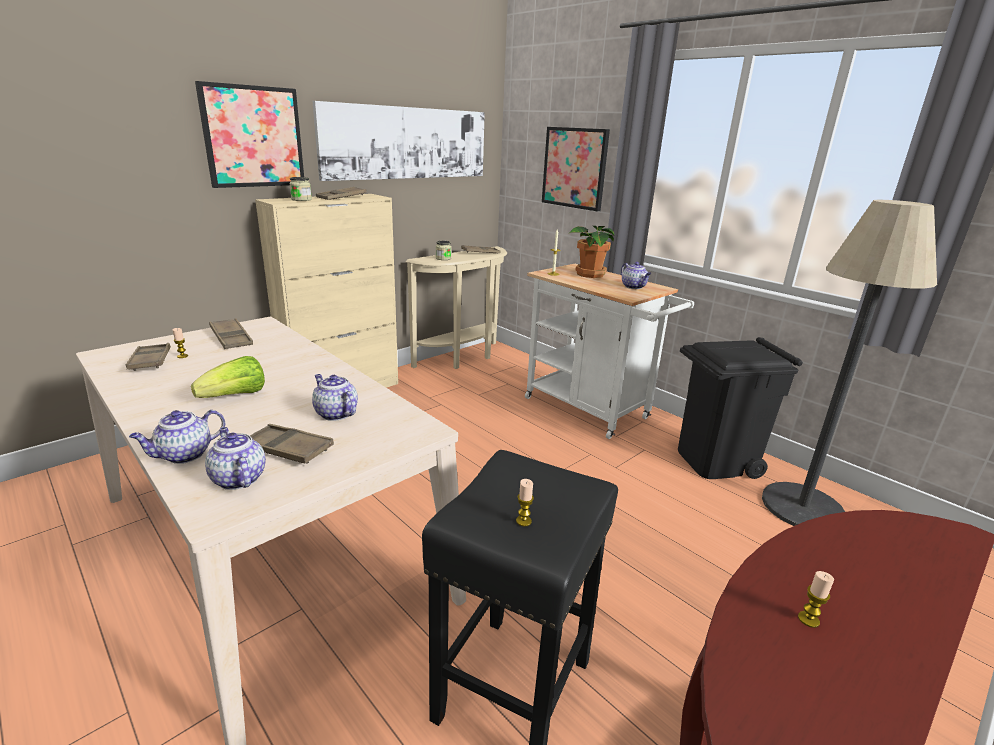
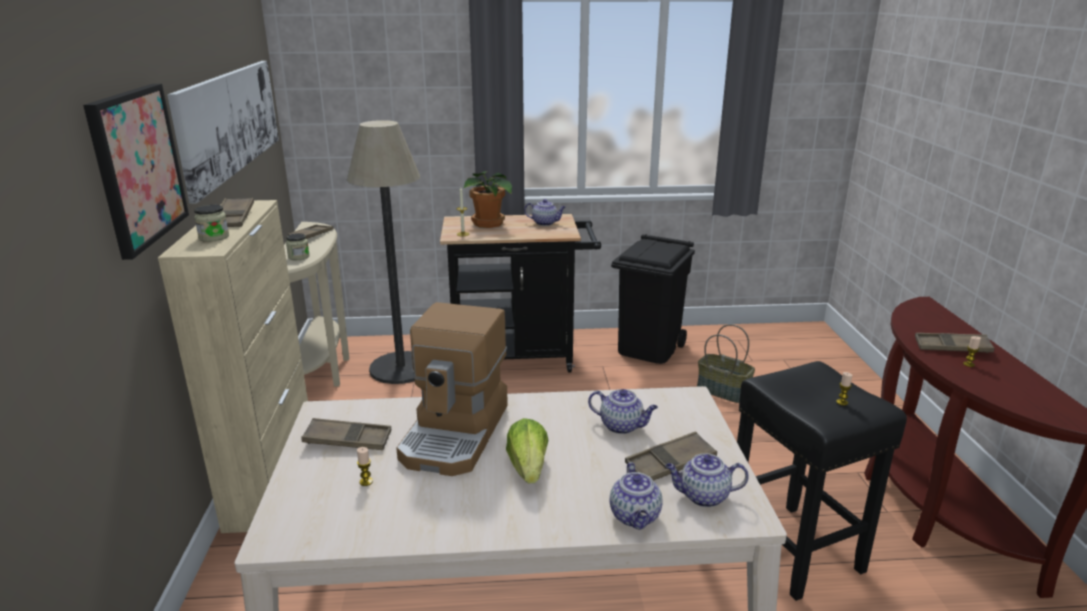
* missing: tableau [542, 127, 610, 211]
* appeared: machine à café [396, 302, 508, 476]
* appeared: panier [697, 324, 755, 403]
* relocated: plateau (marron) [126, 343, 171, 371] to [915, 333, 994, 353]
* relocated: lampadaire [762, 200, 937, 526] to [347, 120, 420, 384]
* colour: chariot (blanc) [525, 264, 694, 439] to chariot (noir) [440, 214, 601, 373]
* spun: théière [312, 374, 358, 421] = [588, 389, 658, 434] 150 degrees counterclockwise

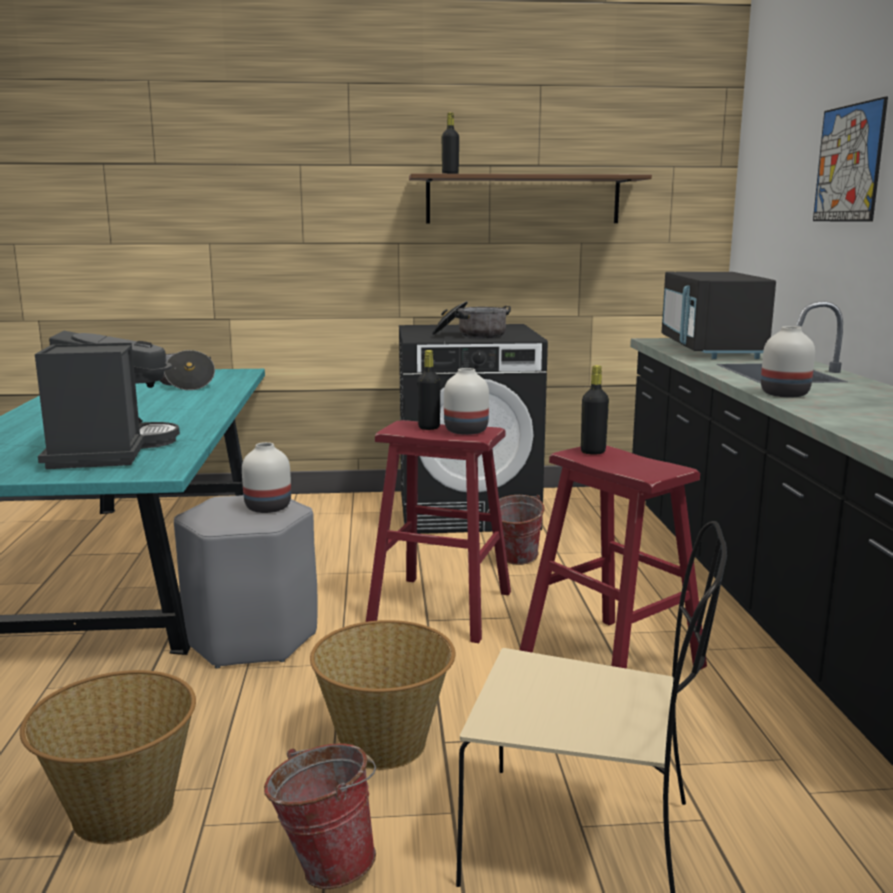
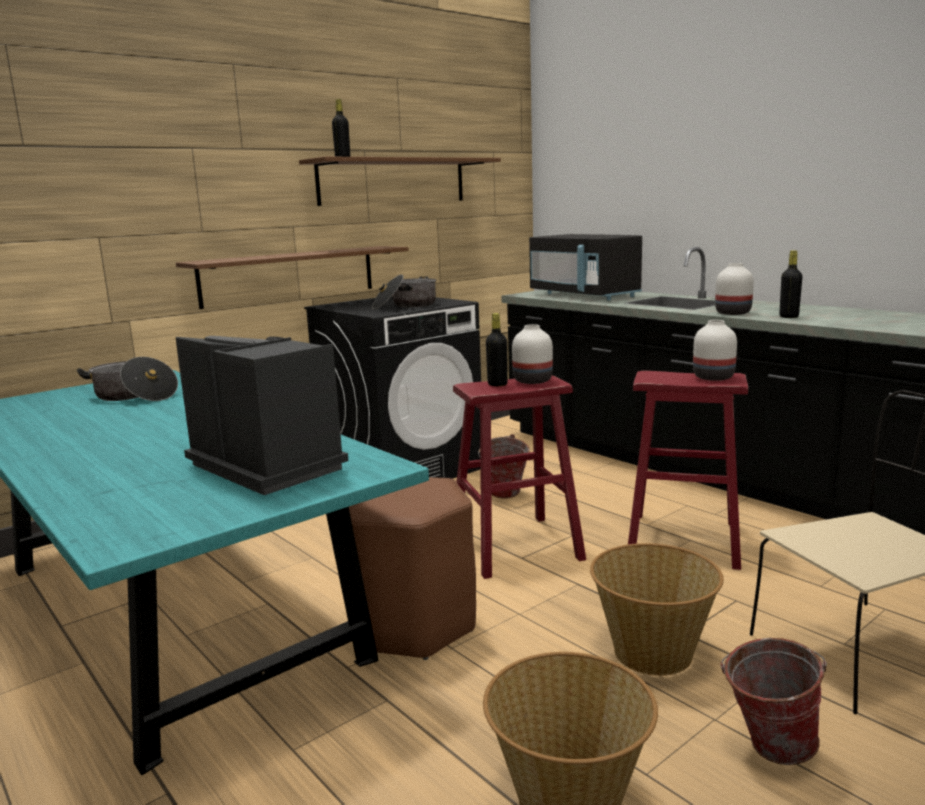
* missing: tableau [813, 97, 888, 222]
* appeared: étagère (marron) [176, 246, 409, 309]
* relocated: vase (blanc) [242, 442, 291, 513] to [693, 320, 737, 381]
* relocated: bouteille (noir) [581, 365, 609, 455] to [779, 250, 802, 318]
* colour: tabouret (gris) [174, 495, 317, 668] to tabouret (marron) [349, 477, 476, 660]

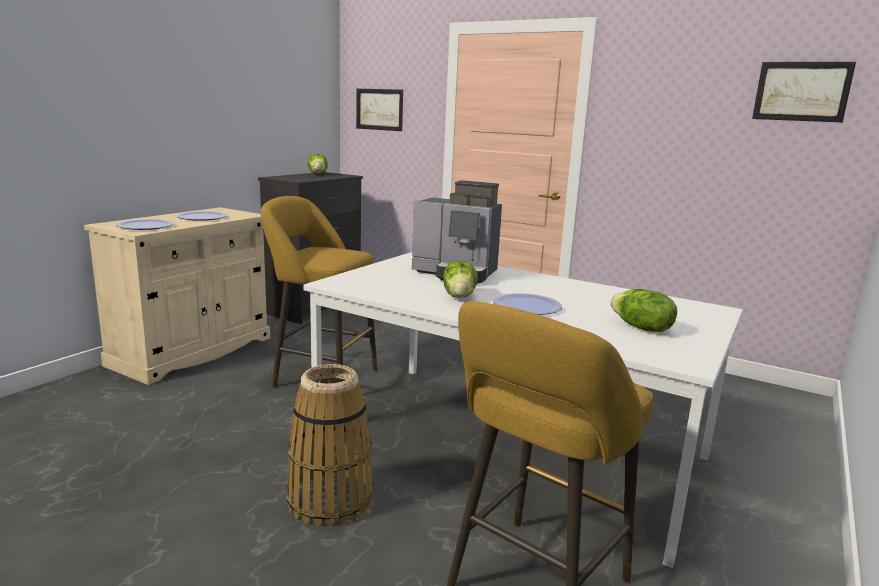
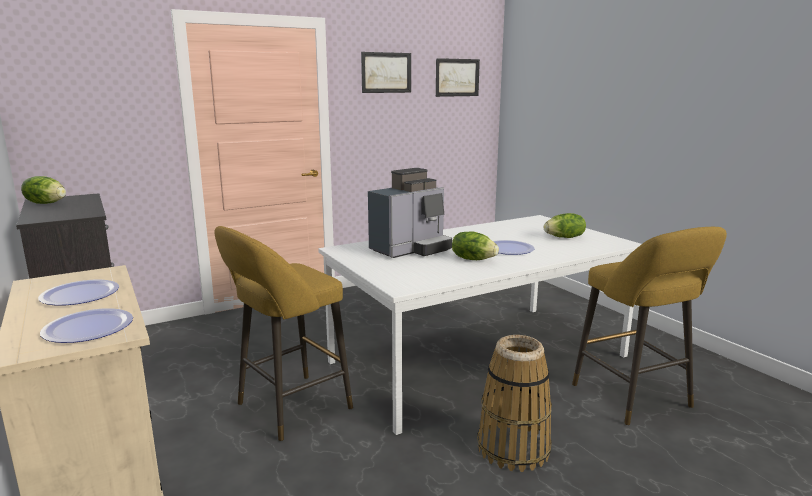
* relocated: tableau [356, 89, 403, 131] to [361, 52, 411, 93]

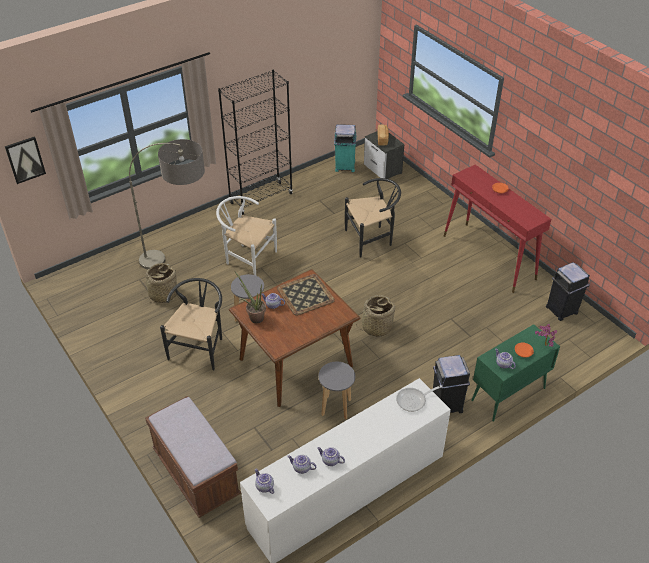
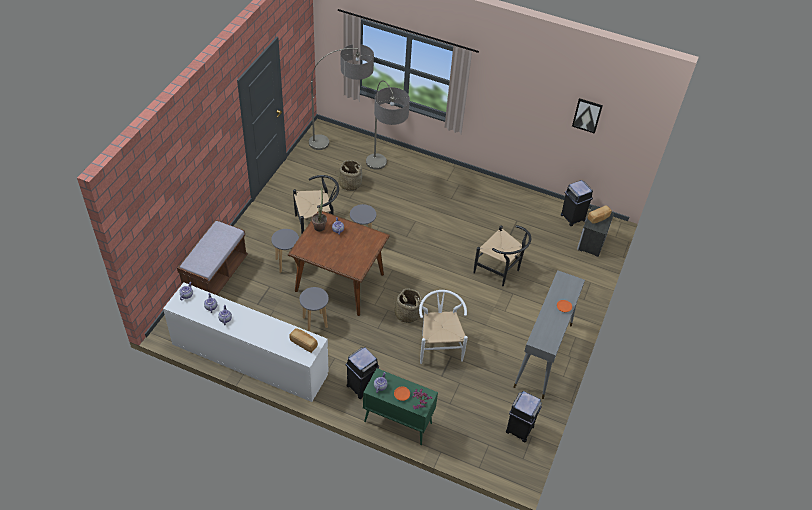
* missing: bibliothèque (noir) [218, 70, 293, 215]
* missing: plateau [277, 274, 335, 316]
* appeared: tabouret (gris) [271, 229, 299, 273]
* appeared: lampadaire [309, 44, 374, 150]
* relocated: tableau [5, 136, 46, 184] to [572, 98, 603, 134]
* relocated: chaise (blanc) [216, 196, 277, 275] to [419, 290, 468, 364]
* exchanged: poêle [396, 385, 442, 412] to pain [289, 328, 318, 353]
* colour: poubelle (turquoise) [334, 124, 357, 172] to poubelle (noir) [561, 180, 593, 226]
* colour: table console (rouge) [444, 165, 551, 293] to table console (gris) [513, 270, 585, 399]

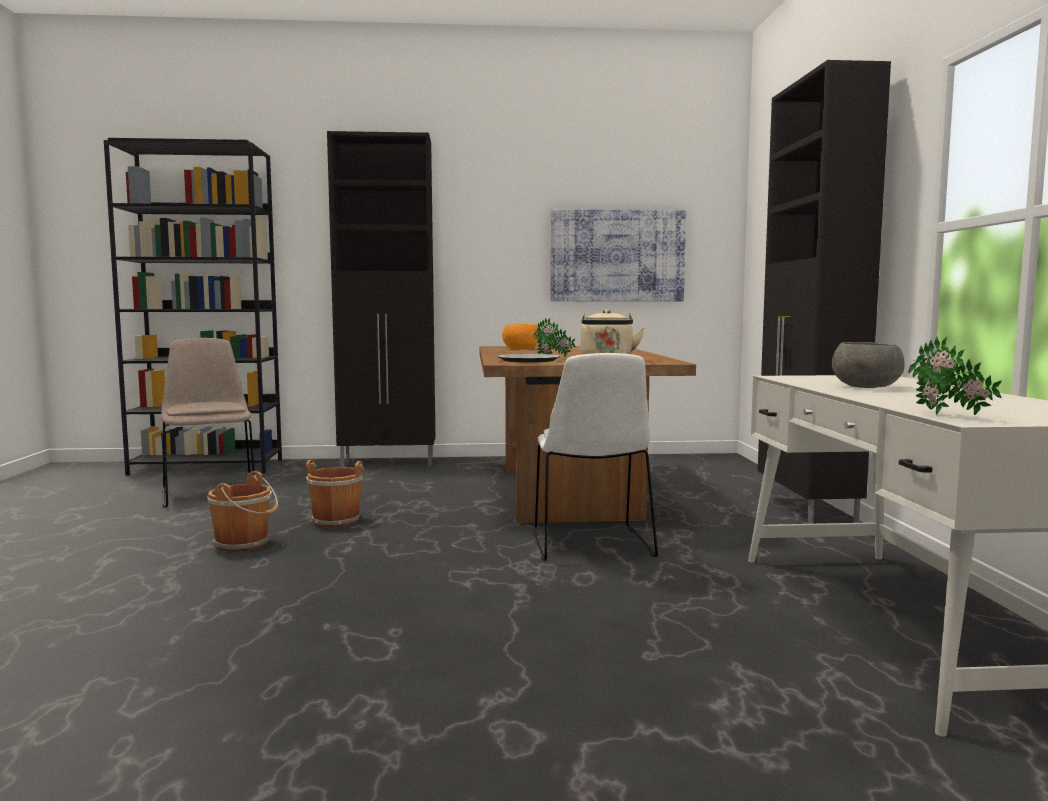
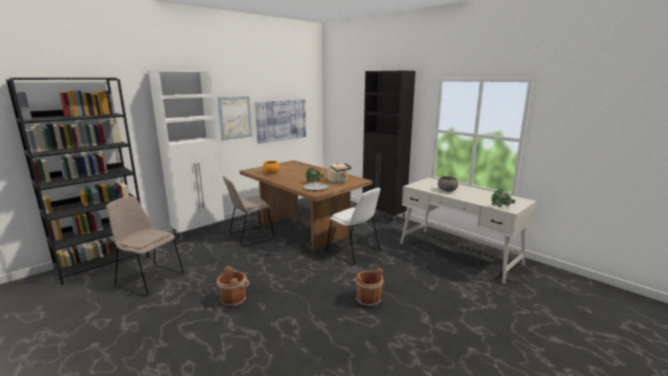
* appeared: tableau [217, 96, 252, 140]
* appeared: chaise (beige) [223, 176, 275, 247]
* relocated: seau (marron) [306, 460, 367, 528] to [353, 268, 384, 307]
* colour: meuble de rangement (noir) [327, 131, 435, 467] to meuble de rangement (blanc) [148, 70, 225, 242]

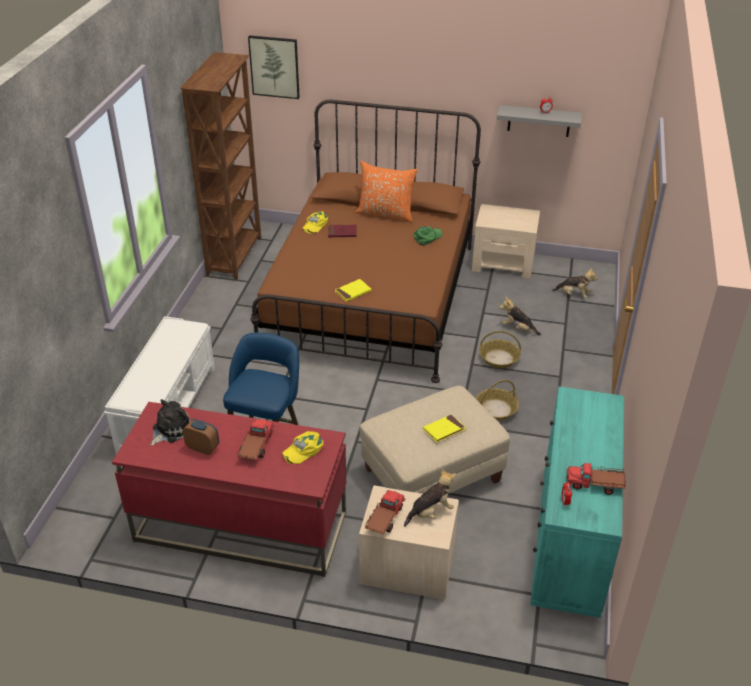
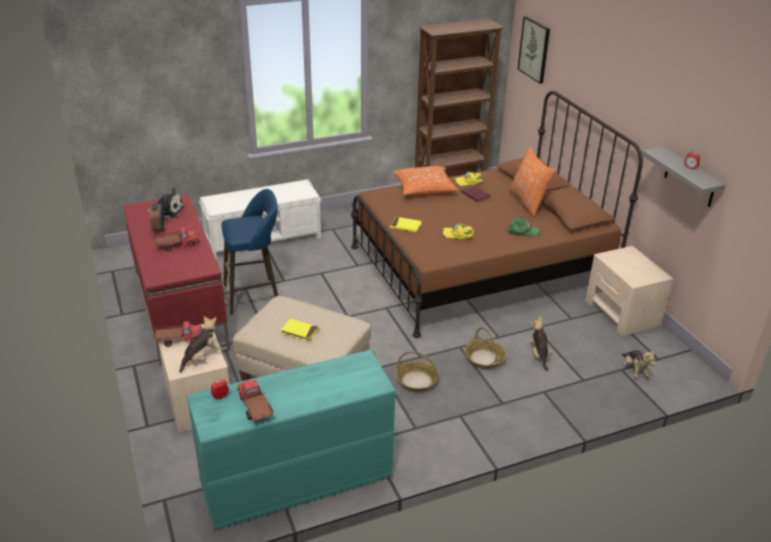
* appeared: coussin (orange) [393, 166, 458, 195]
* relocated: casquette (jaune) [282, 431, 323, 464] to [442, 224, 475, 240]
* spun: peluche [404, 469, 455, 527] = [179, 316, 221, 373] 75 degrees counterclockwise

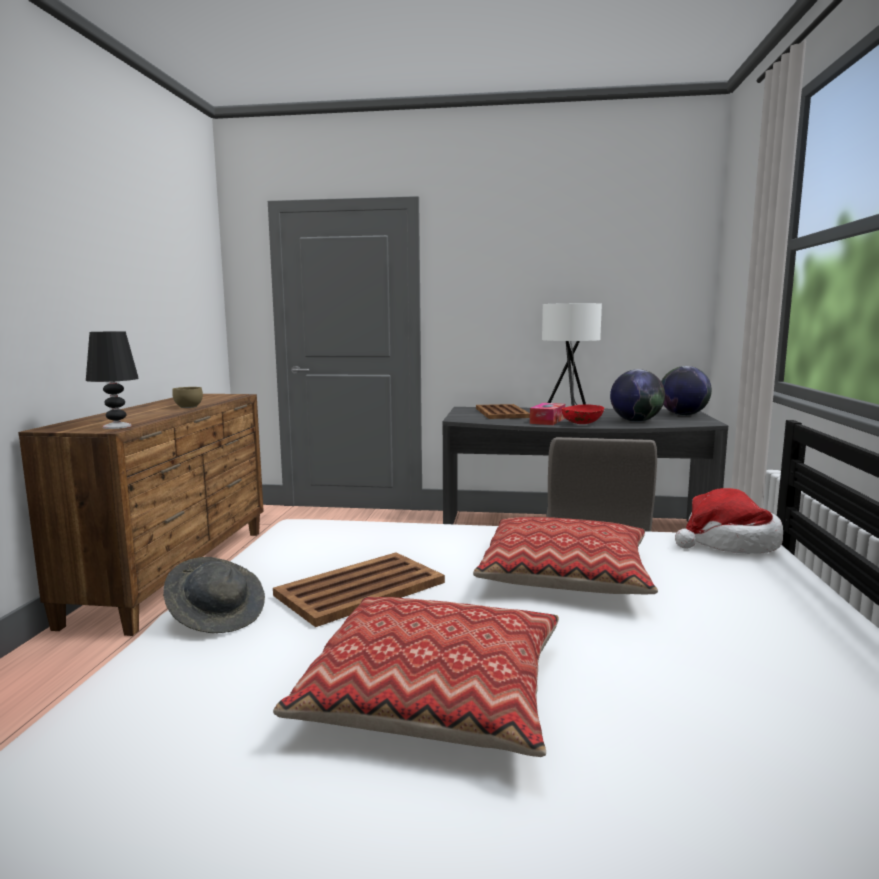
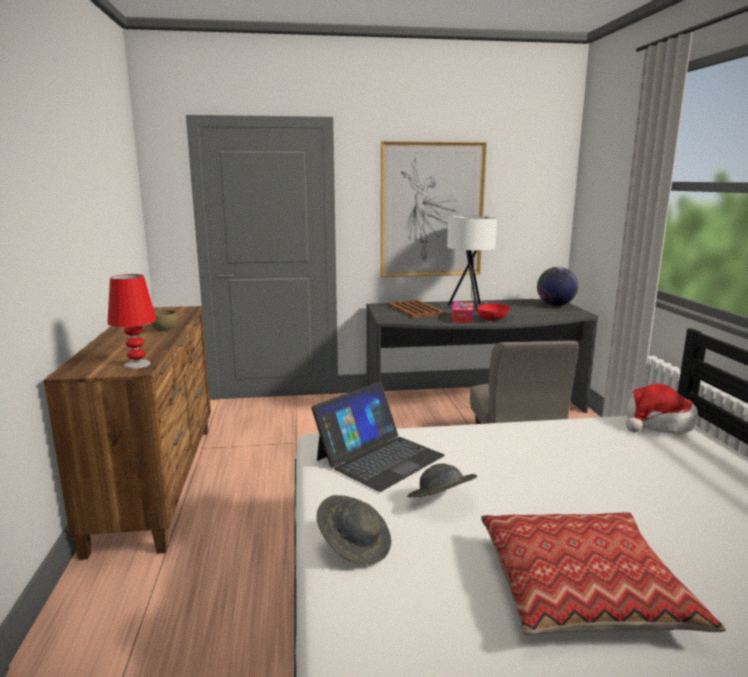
* missing: coussin [473, 517, 658, 594]
* missing: globe [610, 369, 665, 422]
* appeared: ordinateur portable [311, 382, 445, 492]
* appeared: tableau [381, 141, 487, 277]
* exchanged: plateau (marron) [273, 552, 445, 627] to chapeau (gris) [407, 463, 477, 497]
* colour: lampe de table (noir) [86, 331, 139, 429] to lampe de table (rouge) [107, 274, 157, 369]

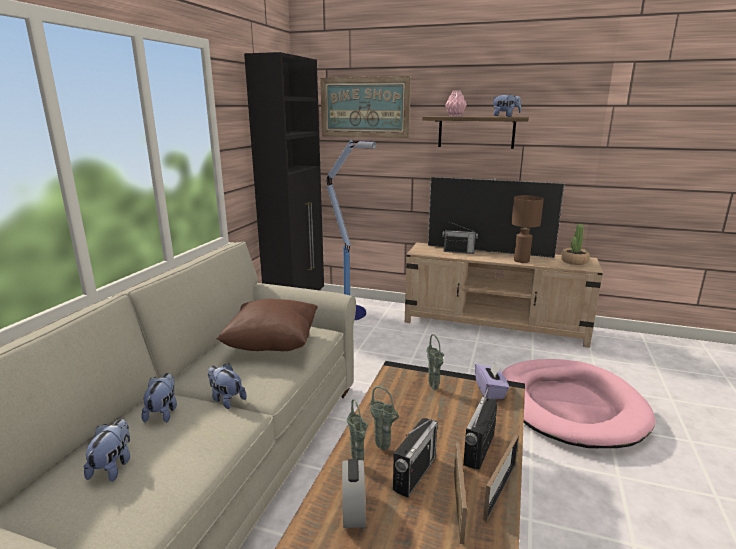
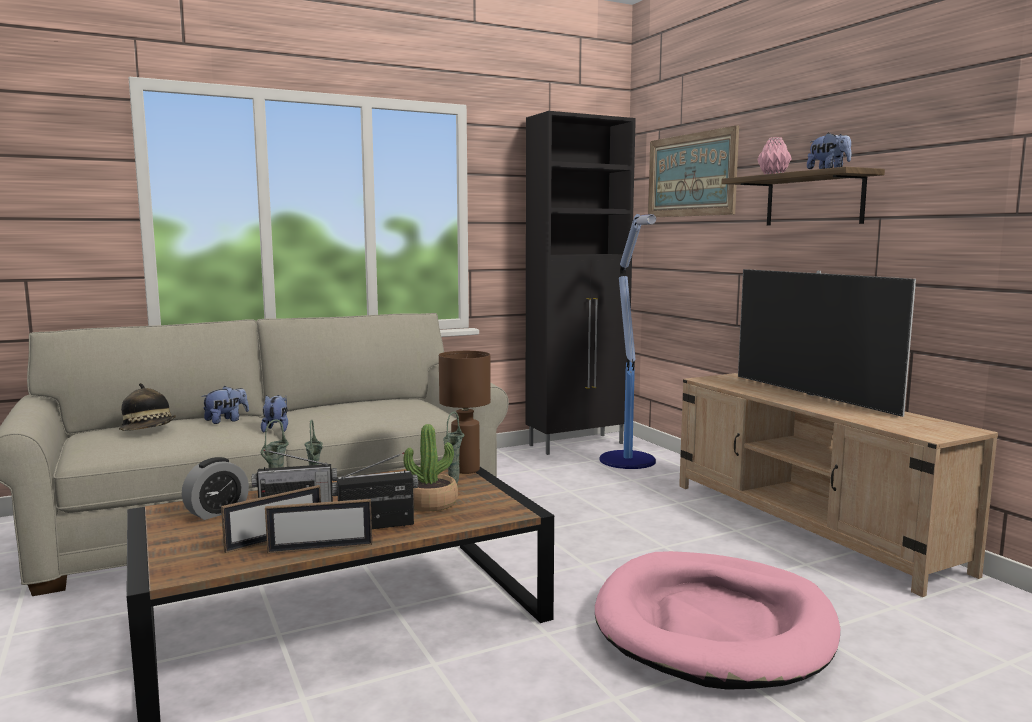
* missing: coussin (marron) [217, 299, 318, 351]
* missing: radio [442, 222, 478, 254]
* missing: boîte à mouchoirs (violet) [475, 362, 509, 399]
* relocated: lampe de table (marron) [511, 195, 544, 263] to [439, 351, 491, 474]
* relocated: plante en pot [561, 224, 590, 265] to [403, 424, 458, 511]
* exchanged: peluche [84, 419, 130, 482] to chapeau [119, 383, 176, 431]

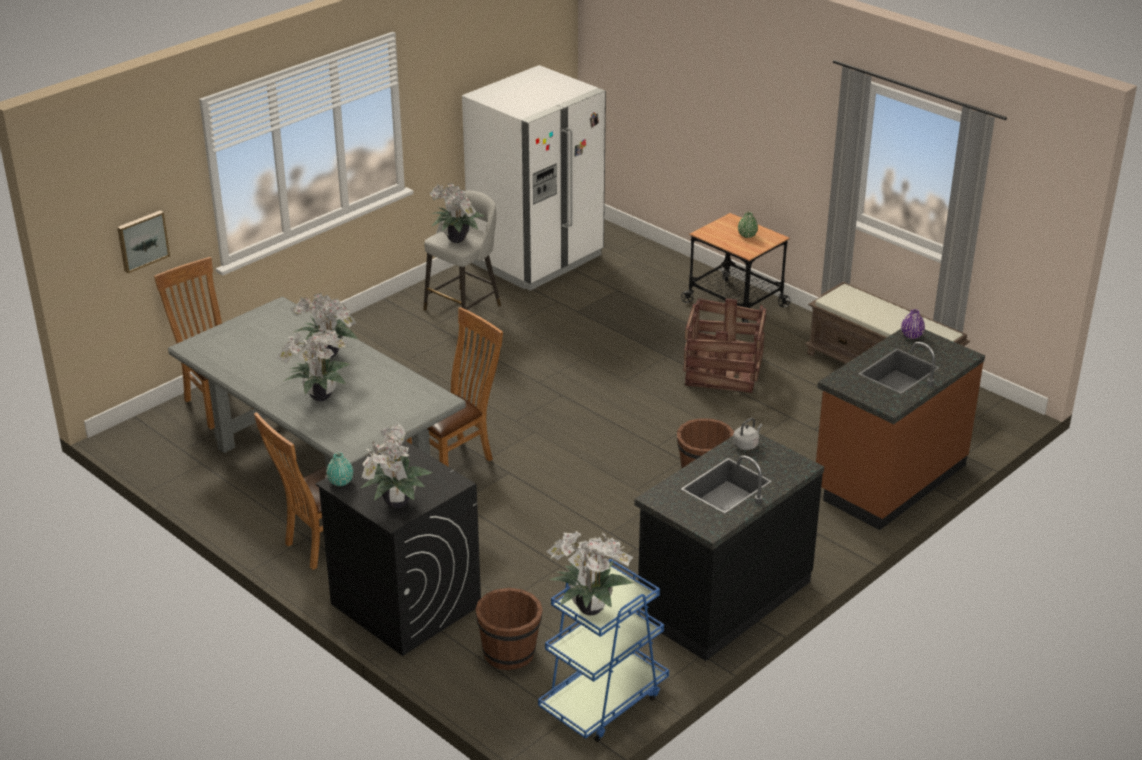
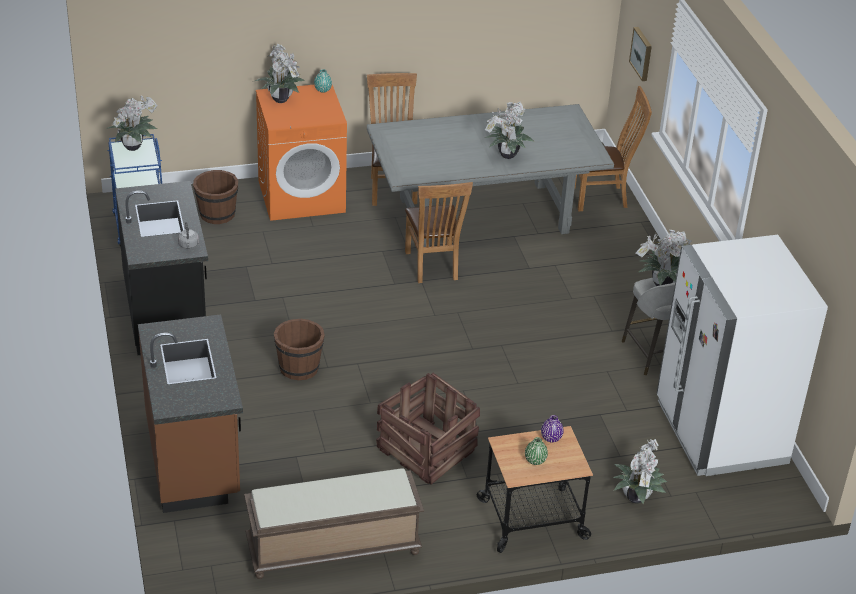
* relocated: plante en pot [277, 328, 350, 401] to [613, 439, 667, 504]
* relocated: vase (violet) [901, 309, 925, 339] to [541, 415, 564, 442]
* colour: lave-linge (noir) [315, 440, 481, 656] to lave-linge (orange) [256, 85, 347, 221]

